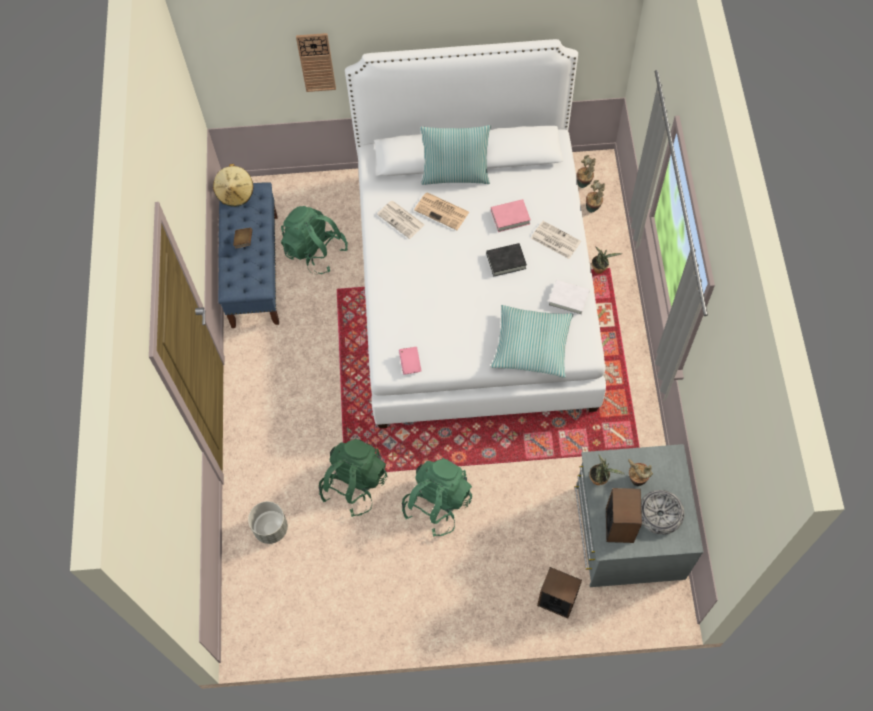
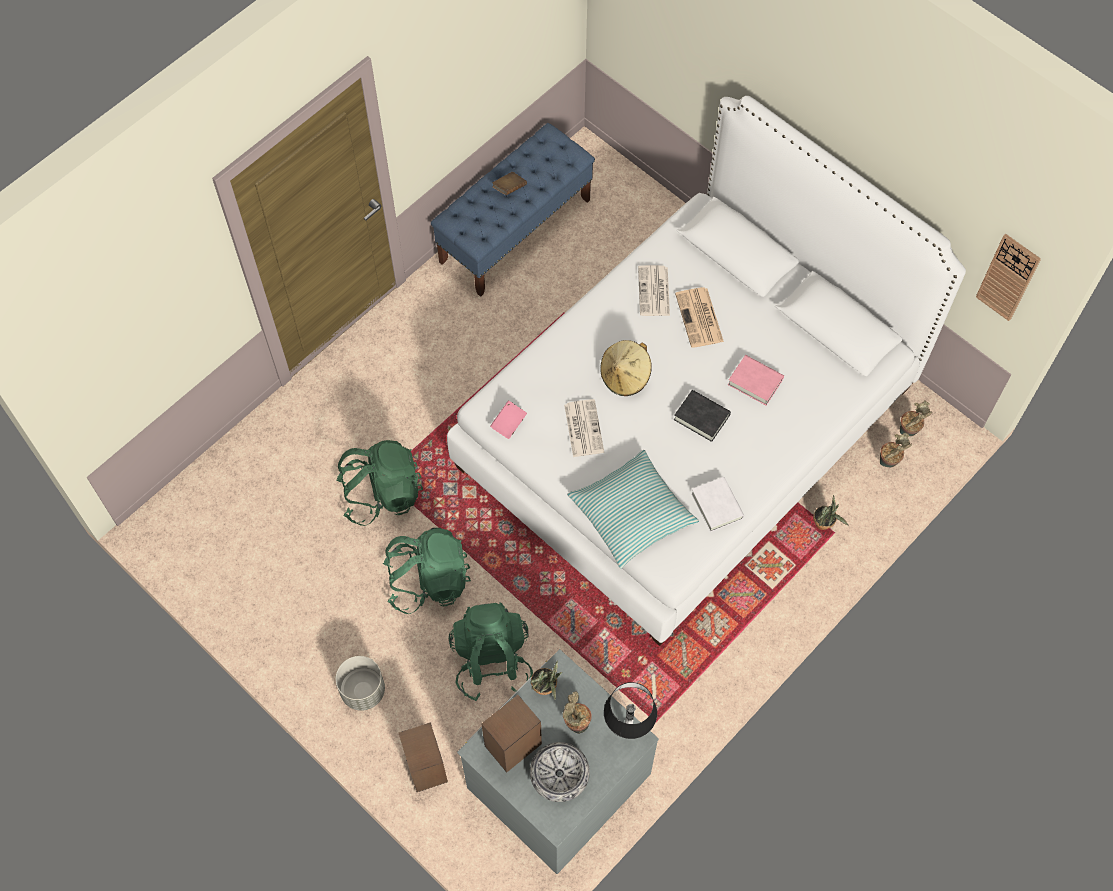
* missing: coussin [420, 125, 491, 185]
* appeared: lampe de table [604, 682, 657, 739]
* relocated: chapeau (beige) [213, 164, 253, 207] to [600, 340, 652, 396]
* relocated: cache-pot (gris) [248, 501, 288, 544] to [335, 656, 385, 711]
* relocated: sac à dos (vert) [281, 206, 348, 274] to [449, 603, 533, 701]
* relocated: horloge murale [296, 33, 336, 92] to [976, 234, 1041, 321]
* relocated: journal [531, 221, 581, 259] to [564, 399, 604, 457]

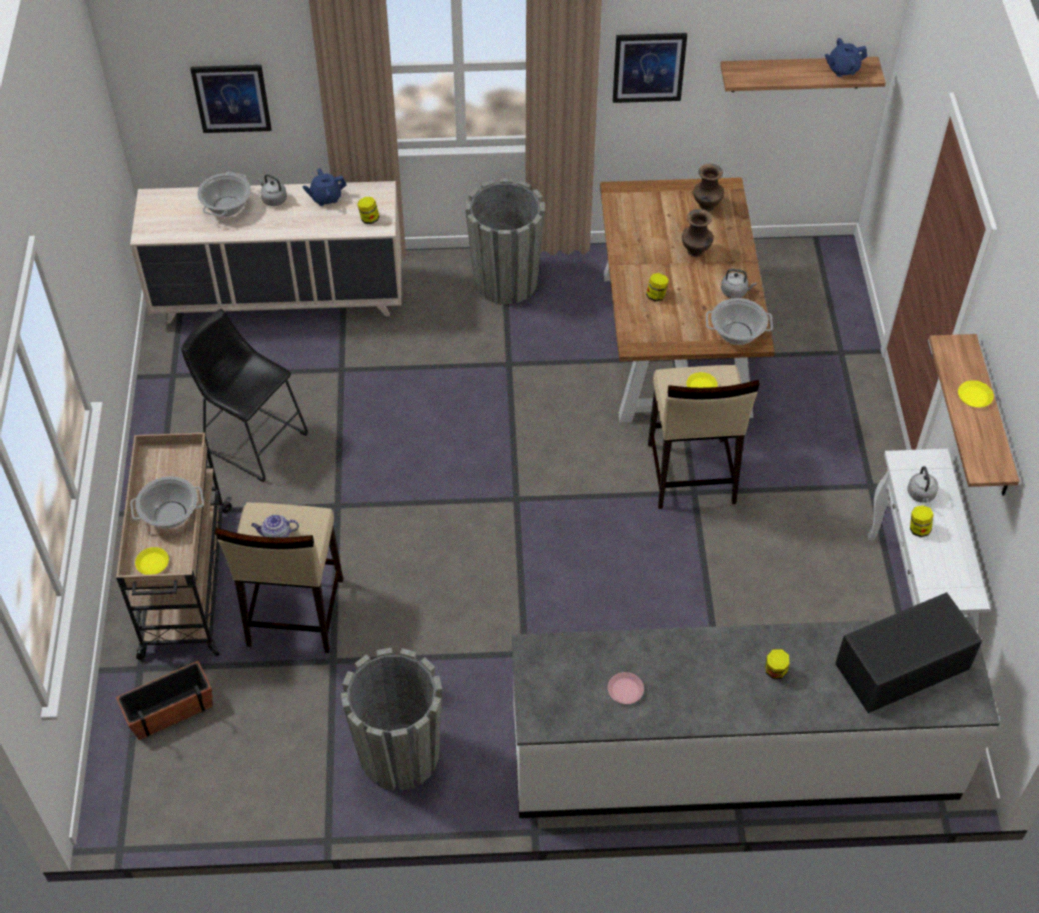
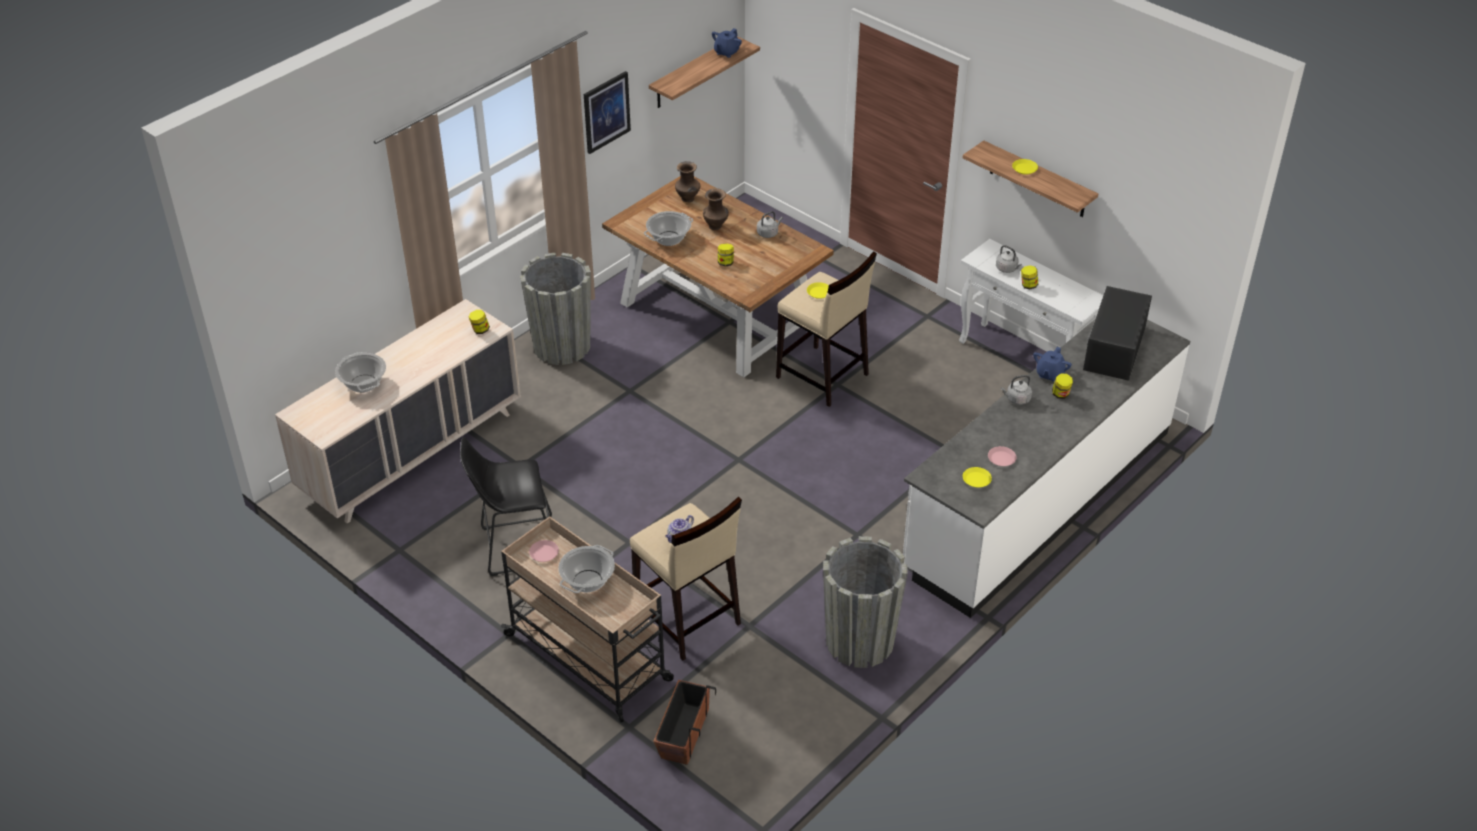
* missing: tableau [190, 65, 272, 133]
* appeared: assiette (rose) [529, 540, 559, 562]
* relocated: assiette (jaune) [135, 547, 169, 575] to [963, 467, 992, 487]
* relocated: bouilloire (gris) [258, 174, 287, 206] to [1001, 375, 1032, 405]
* relocated: théière (bleu) [302, 168, 346, 206] to [1033, 347, 1072, 382]
* relocated: marmite [706, 298, 773, 345] to [644, 211, 693, 246]

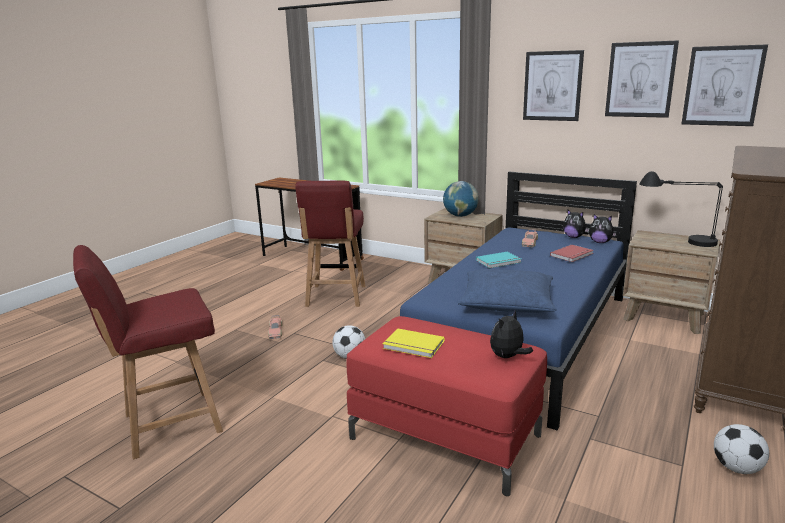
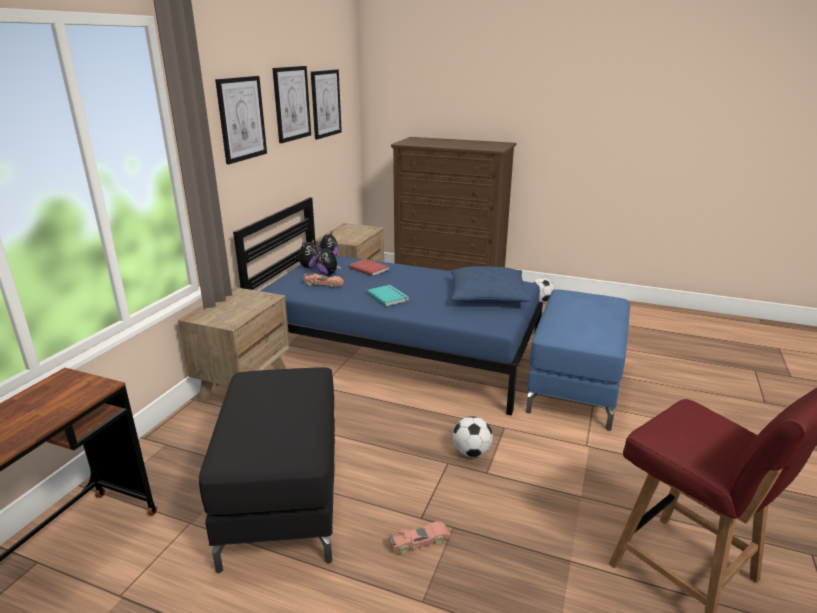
* missing: livre (jaune) [383, 328, 445, 358]
* missing: globe [443, 181, 479, 217]
* missing: lampe de table (noir) [639, 171, 723, 247]
* relocated: peluche [490, 310, 533, 358] to [316, 246, 341, 275]
* exchanged: chaise (rouge) [295, 180, 366, 307] to pouf (noir) [199, 367, 335, 573]
* colour: pouf (rouge) [346, 316, 547, 496] to pouf (bleu) [526, 289, 630, 431]

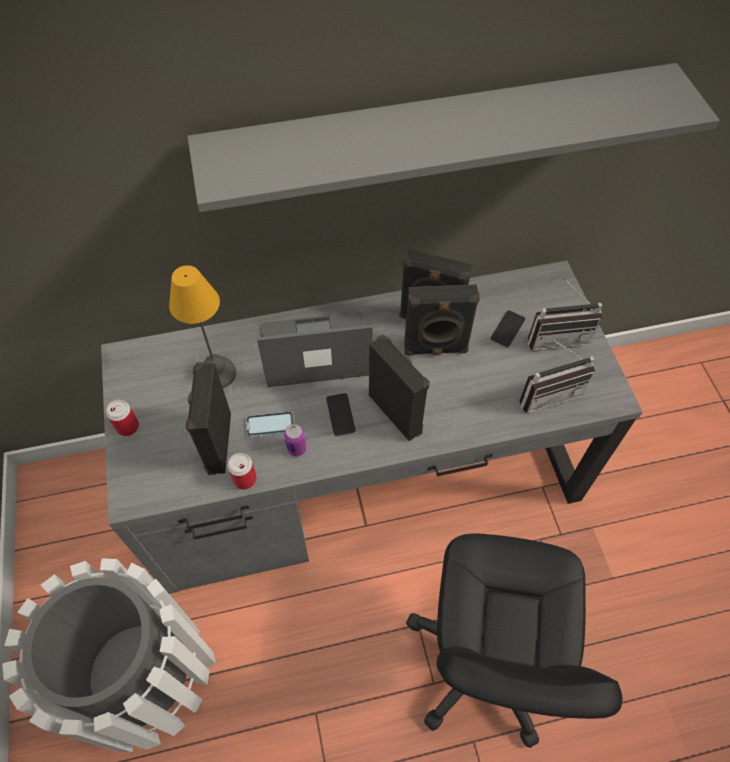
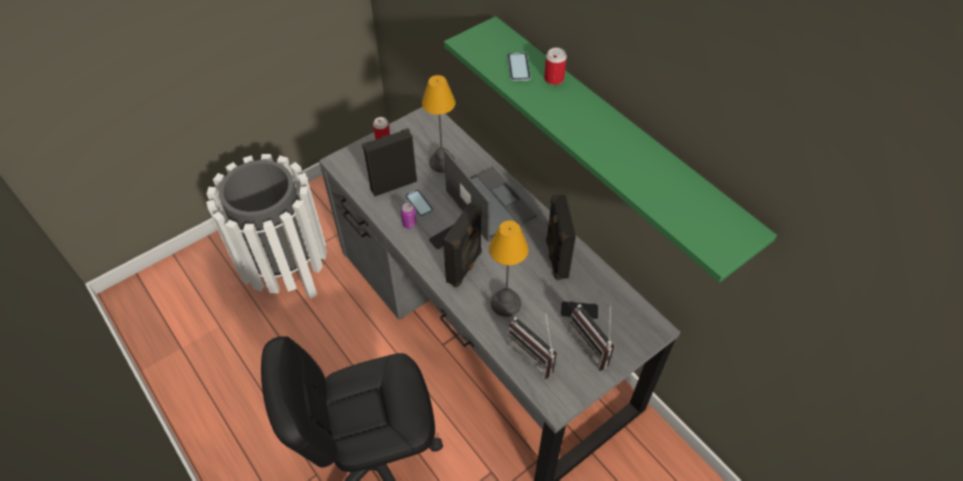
* missing: enceinte (noir) [404, 284, 480, 356]
* appeared: lampe de table [489, 221, 529, 317]
* appeared: téléphone [507, 53, 531, 81]
* relocated: boîte métallique [227, 453, 257, 490] to [544, 48, 567, 85]
* colour: étagère (gris) [187, 63, 719, 212] to étagère (vert) [444, 16, 777, 283]

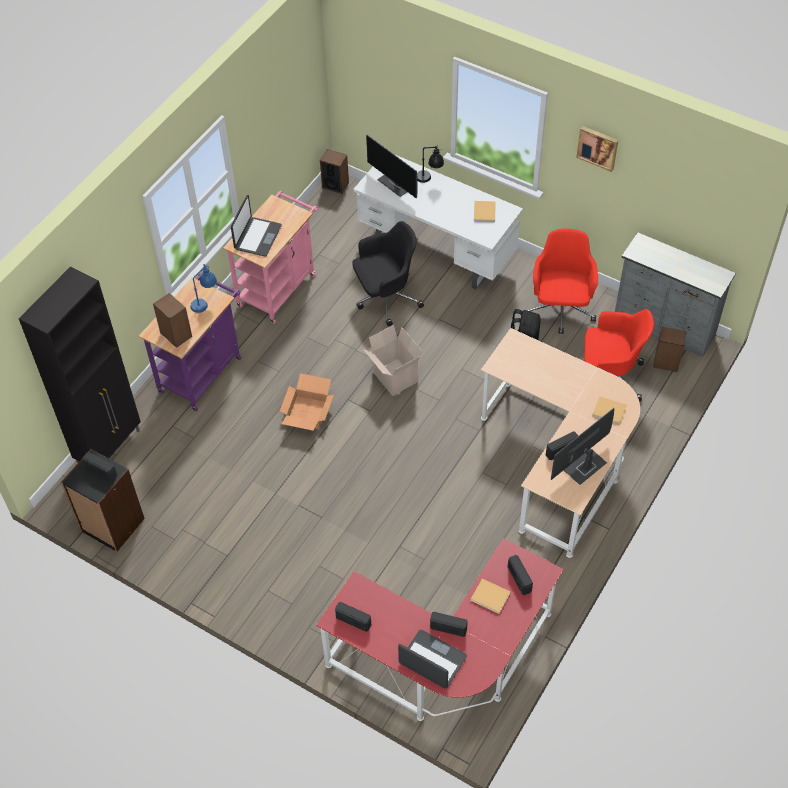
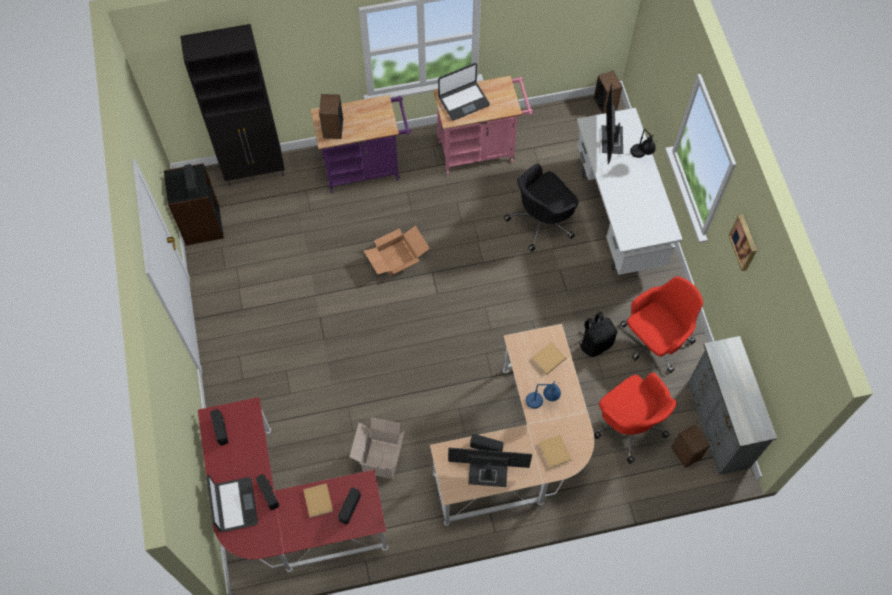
* relocated: lampe de table (bleu) [190, 264, 217, 313] to [526, 381, 561, 409]
* relocated: carton [363, 325, 422, 396] to [349, 417, 404, 479]
* relocated: livre (beige) [474, 201, 496, 222] to [531, 342, 567, 375]
* spun: chaise de bureau (noir) [352, 221, 424, 326] = [504, 164, 579, 252] 120 degrees clockwise

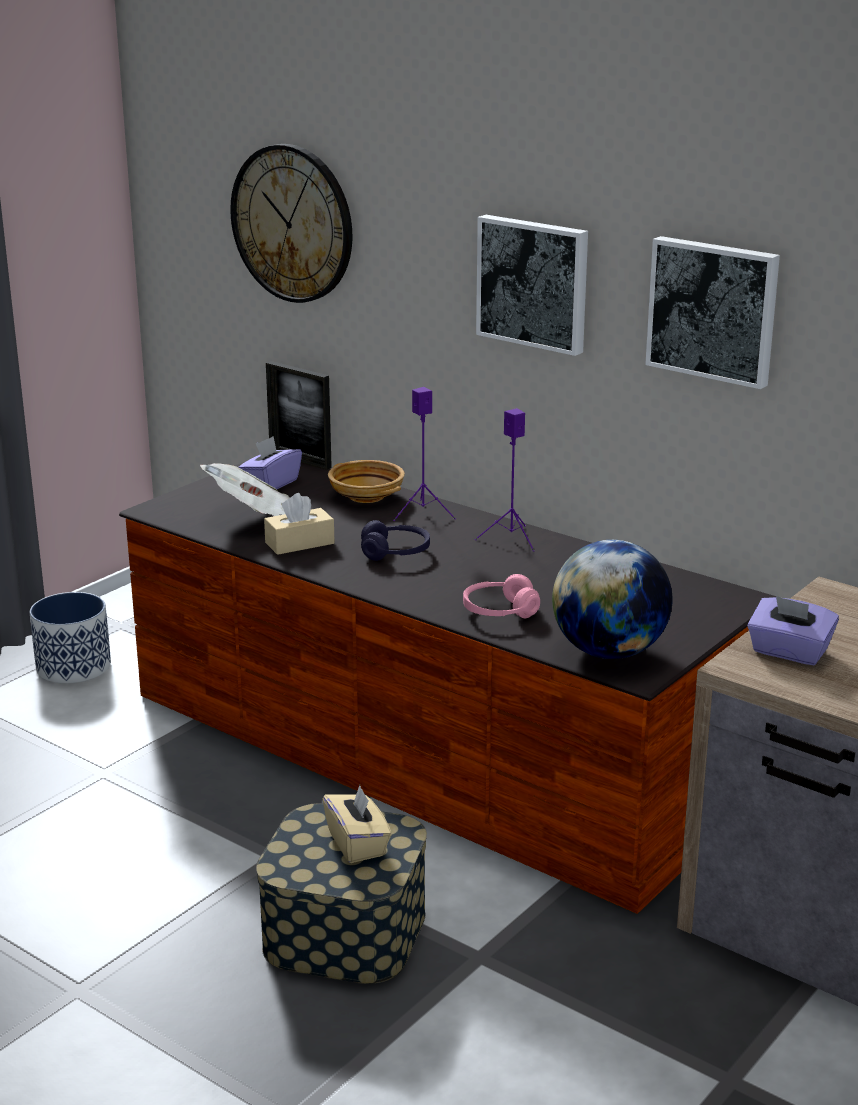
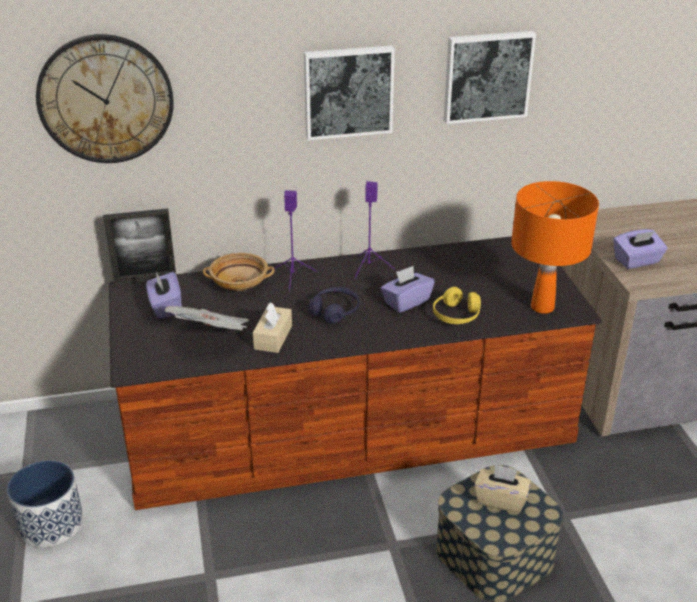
* appeared: boîte à mouchoirs (violet) [380, 266, 435, 313]
* exchanged: globe [552, 540, 672, 659] to lampe de table (orange) [511, 181, 599, 314]
* colour: casque audio (rose) [463, 574, 540, 618] to casque audio (jaune) [433, 287, 481, 324]

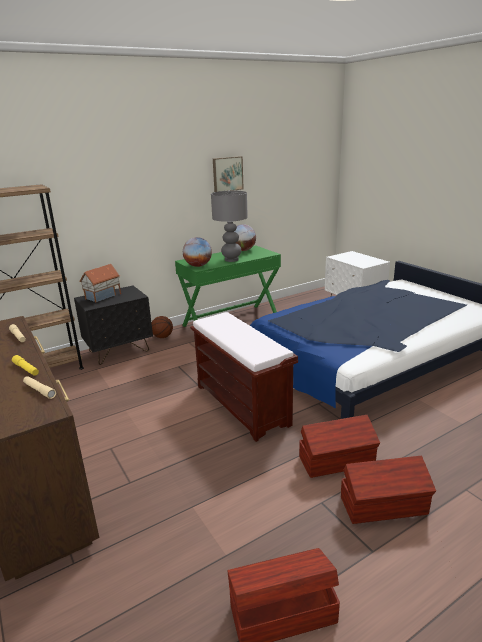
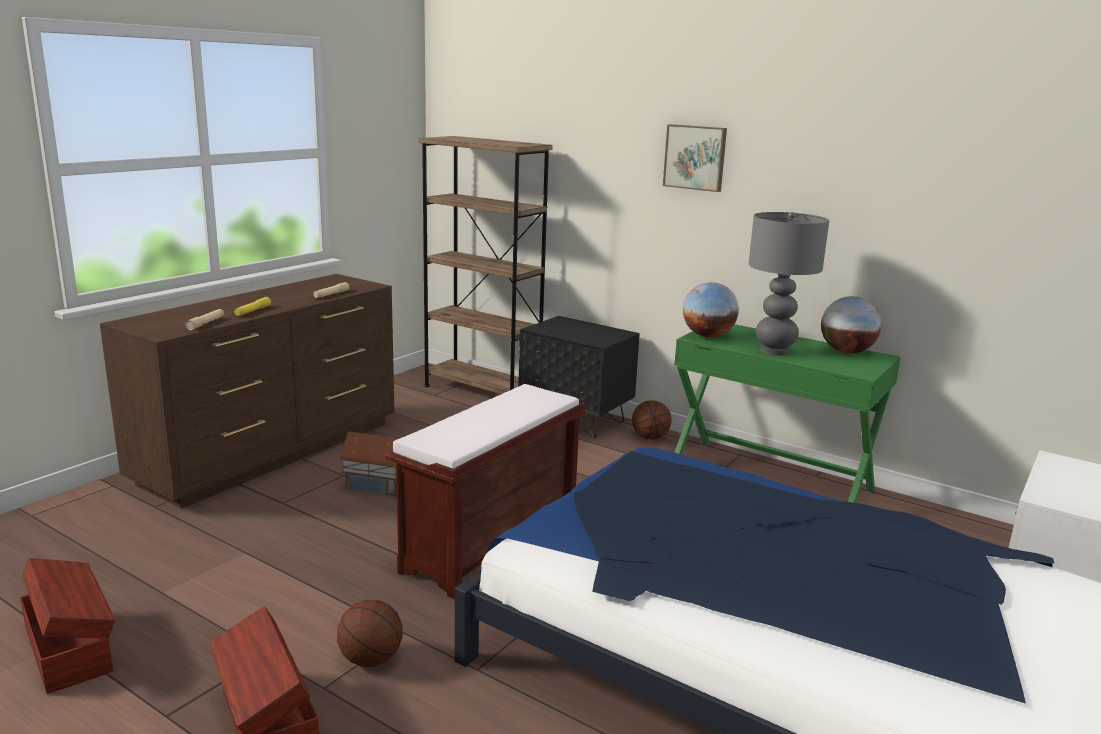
* relocated: maison miniature [80, 264, 121, 303] to [339, 432, 400, 499]
* relocated: tableau [213, 156, 244, 192] to [663, 124, 727, 192]
* exchanged: boîte de rangement (marron) [299, 415, 380, 478] to ballon de basket [337, 600, 403, 667]

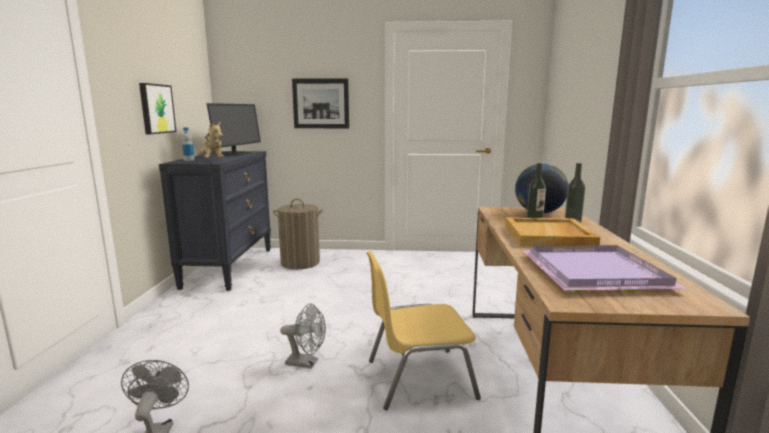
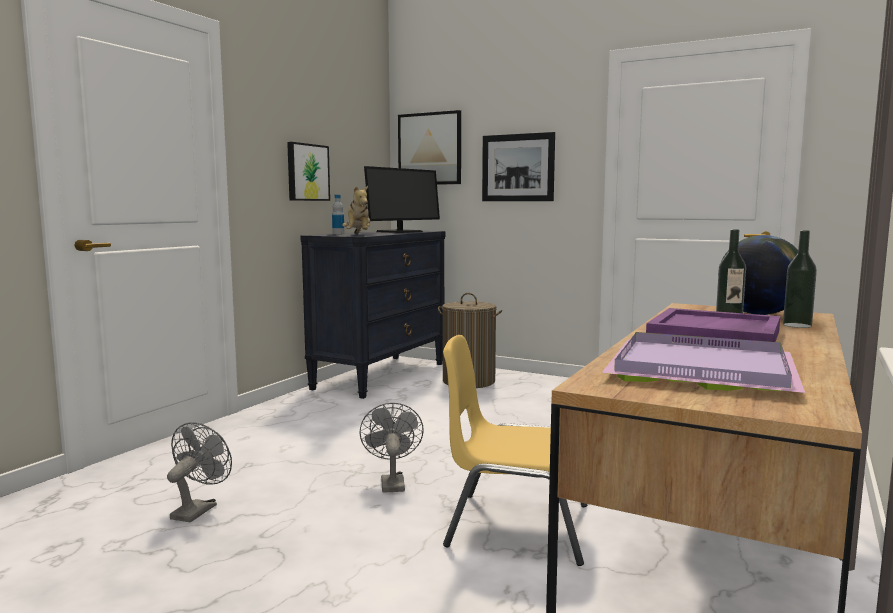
* appeared: tableau [398, 110, 461, 185]
* colour: plateau (beige) [505, 217, 600, 248] to plateau (violet) [646, 308, 780, 348]
* spun: ventilateur (gris) [280, 303, 326, 369] = [360, 403, 424, 493] 135 degrees counterclockwise

